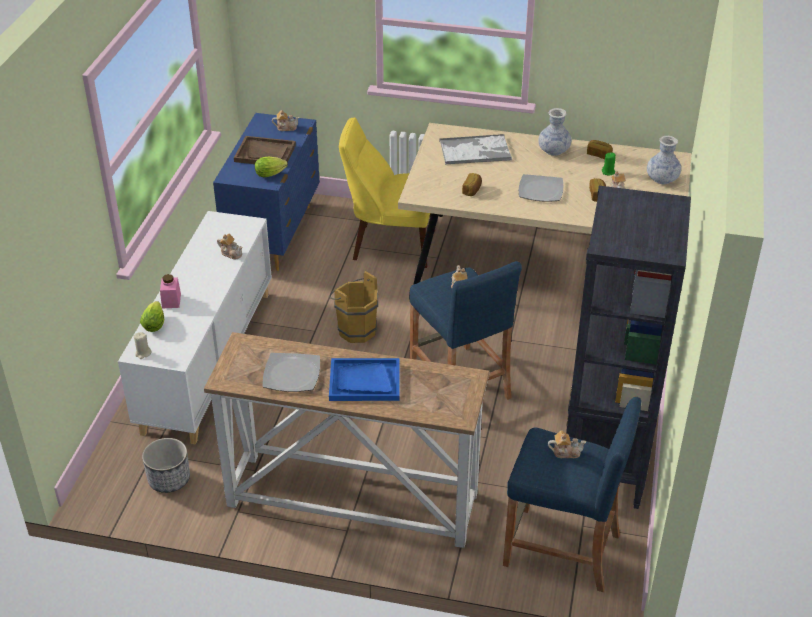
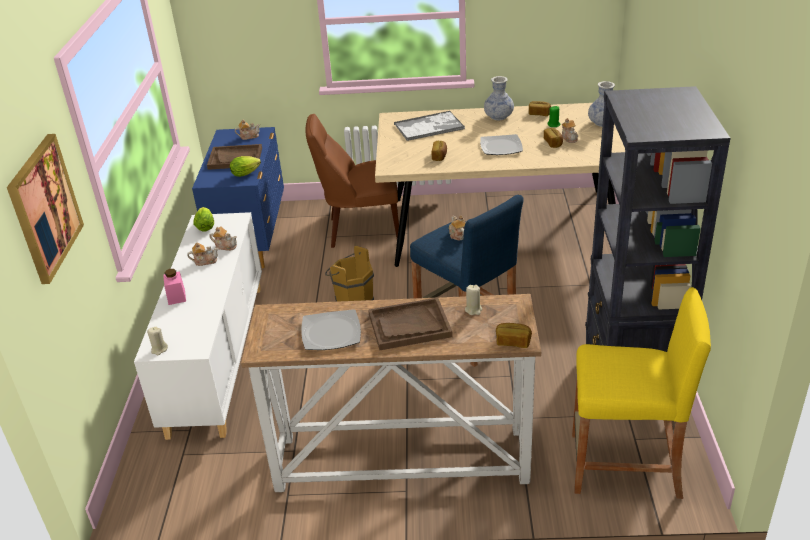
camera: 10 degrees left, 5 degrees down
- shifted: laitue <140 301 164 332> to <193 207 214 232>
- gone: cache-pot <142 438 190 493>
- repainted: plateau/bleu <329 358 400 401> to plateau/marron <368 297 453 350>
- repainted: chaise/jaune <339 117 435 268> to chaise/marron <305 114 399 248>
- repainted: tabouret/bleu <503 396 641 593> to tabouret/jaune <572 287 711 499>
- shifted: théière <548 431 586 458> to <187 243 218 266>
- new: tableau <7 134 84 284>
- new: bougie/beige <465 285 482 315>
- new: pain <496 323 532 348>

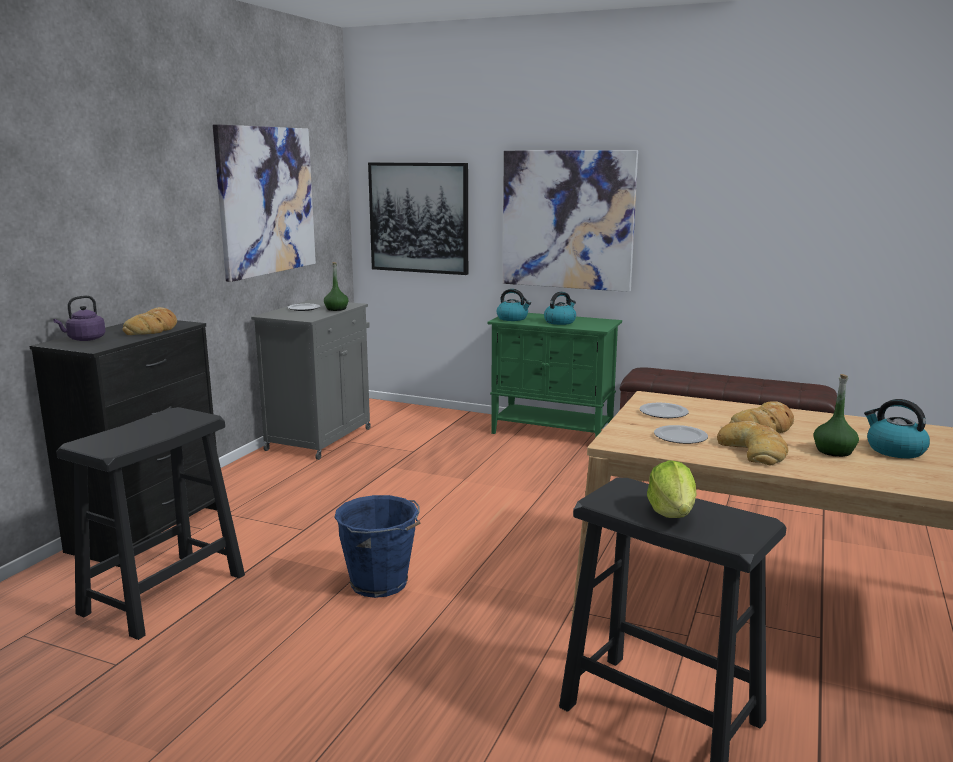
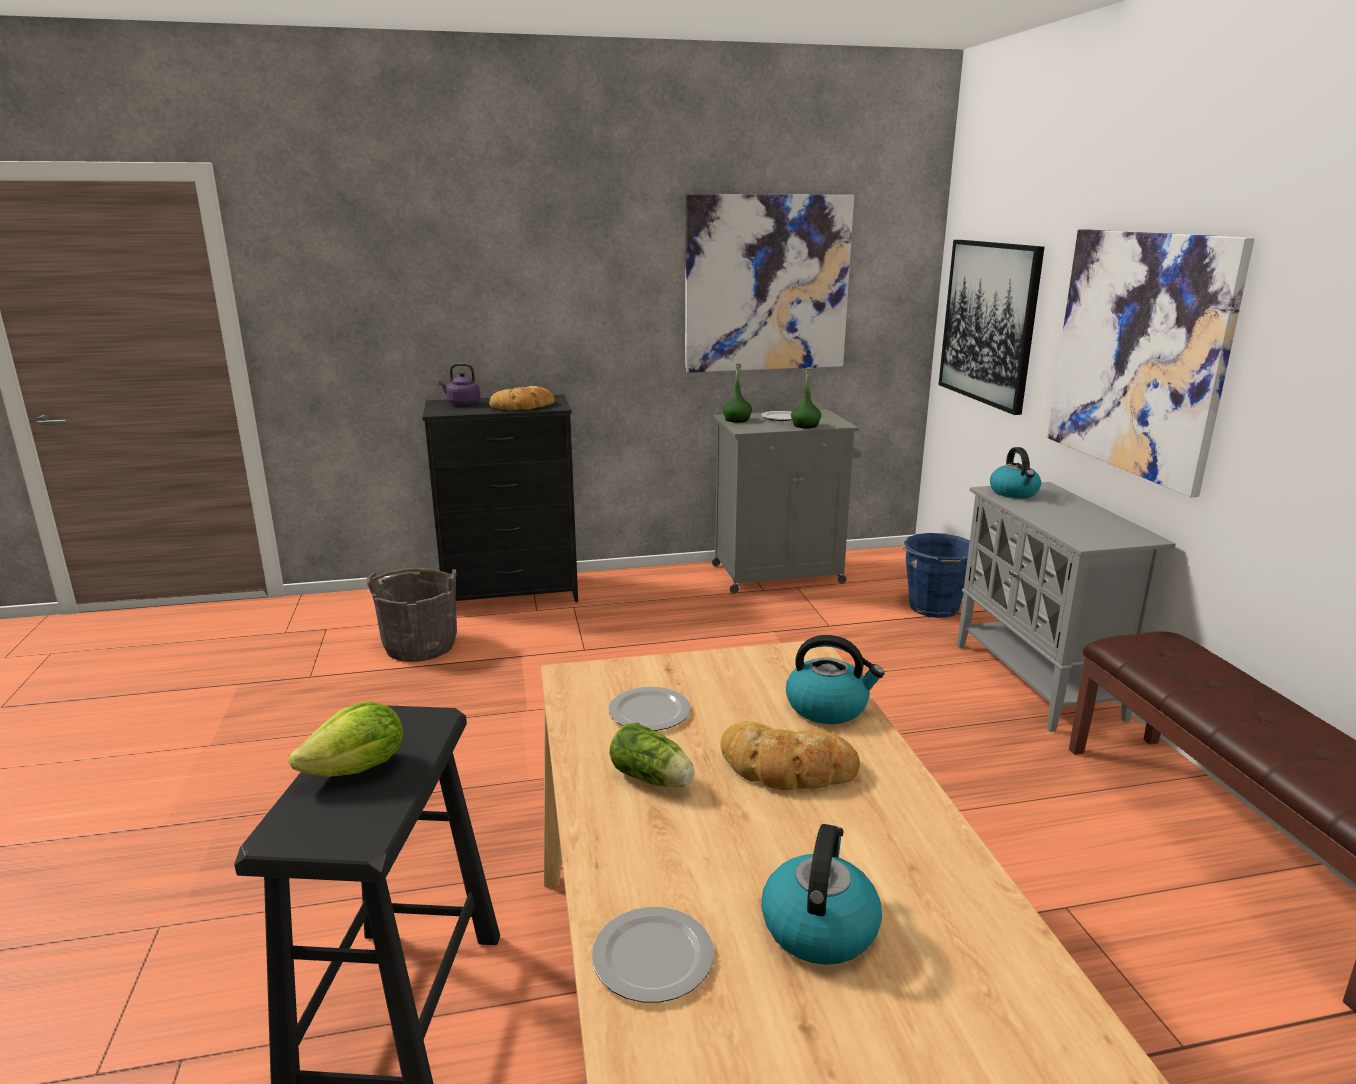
camera: 55 degrees right, 5 degrees up
- swapped: tabouret/noir <56 407 245 640> to seau/gris <367 568 457 662>
- shifted: seau/bleu <334 495 420 598> to <903 533 970 618>
- repainted: meuble de rangement/vert <488 313 622 438> to meuble de rangement/gris <957 482 1176 732>
- shifted: bouilloire <544 292 576 325> to <786 635 884 724>
- shifted: assiette <639 403 689 418> to <592 907 714 1003>
- swapped: pain <717 421 788 465> to laitue <610 723 695 787>
- shifted: bouteille/vert <813 374 859 457> to <722 363 752 423>

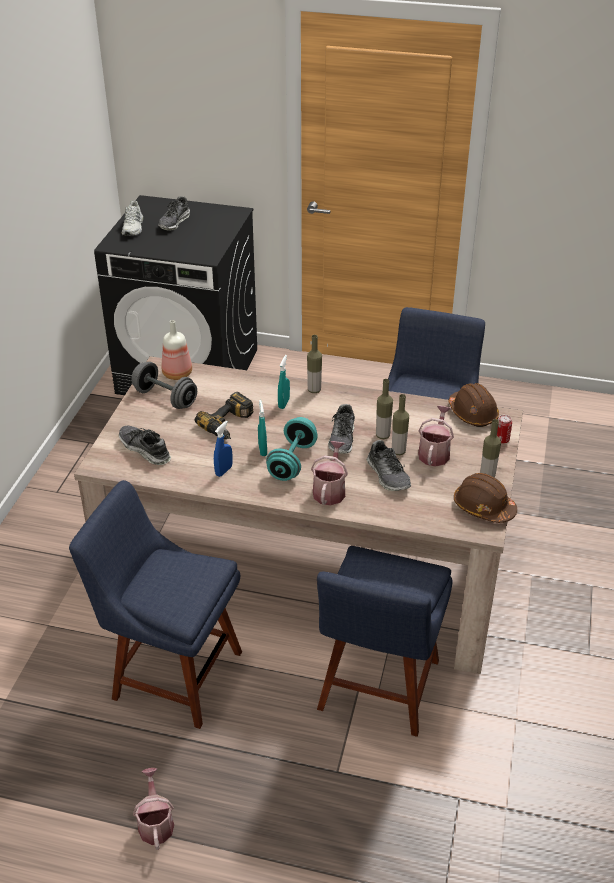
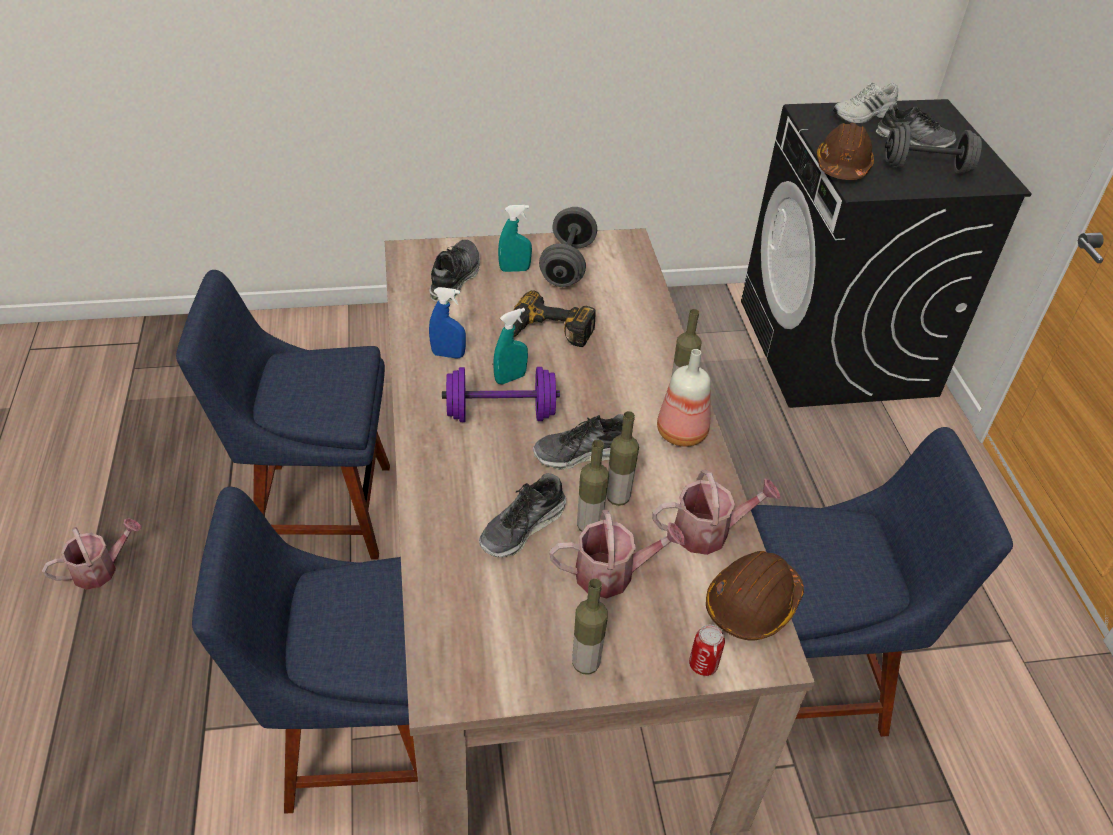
camera: 65 degrees right, 5 degrees up
- rotated: chaise/bleu <69 480 242 729> = <176 270 390 560> 90 degrees counterclockwise
- rotated: chaussure <158 196 190 230> = <876 104 956 148> 150 degrees counterclockwise
- shifted: bouteille <162 320 192 380> to <657 349 711 447>
- repainted: haltère/turquoise <266 417 318 481> to haltère/violet <442 367 560 422>
- shifted: vaporisateur/turquoise <278 355 290 409> to <498 205 532 272>
- shifted: arrosoir <311 441 348 506> to <652 470 781 555>
- shifted: casque de chantier/marron <454 473 517 523> to <817 123 874 180>
- new: haltère/gris <885 124 982 175>

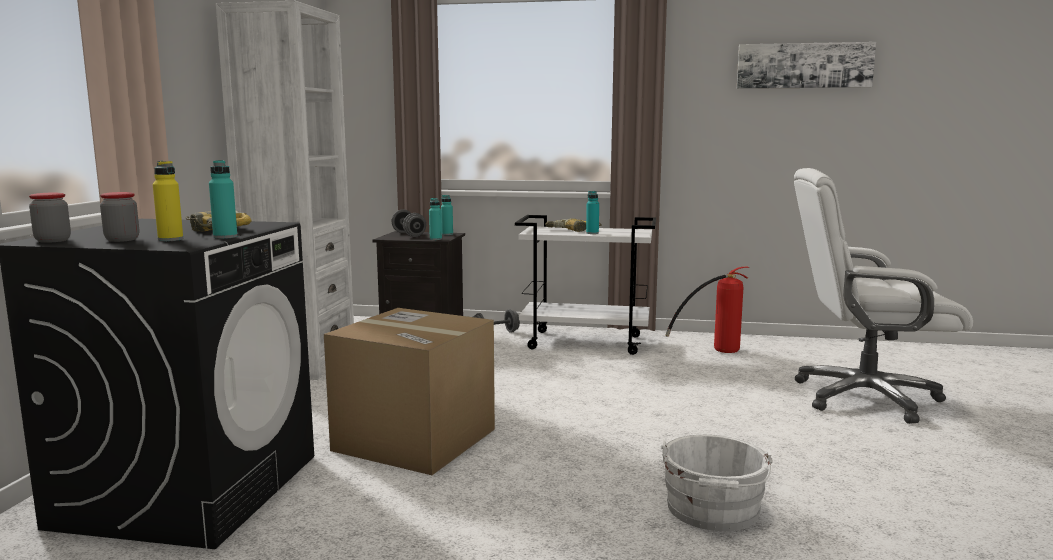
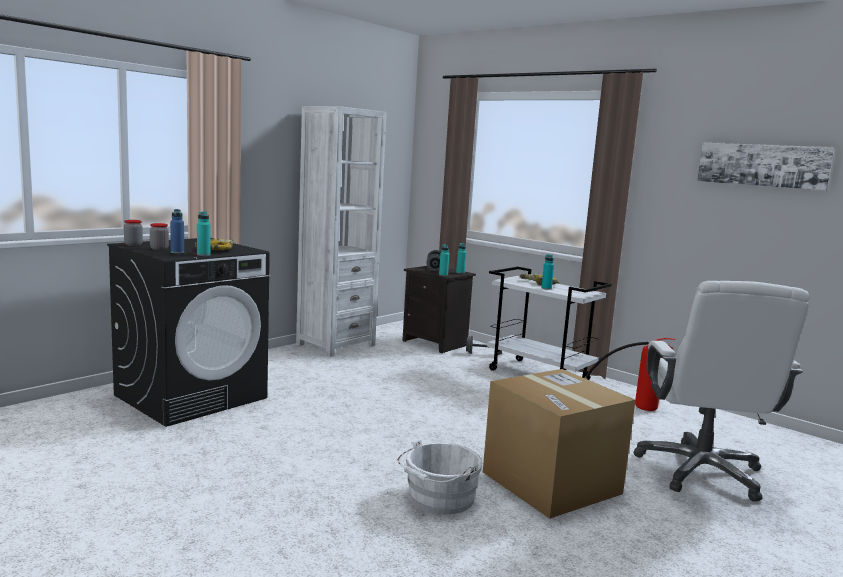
camera: 30 degrees right, 0 degrees up
- repainted: bouteille/jaune <153 161 183 241> to bouteille/bleu <170 209 184 254>
- shifted: carton <324 308 495 475> to <483 369 635 519>
- rotated: chaise de bureau/blanc <794 168 973 424> = <634 281 809 502> 120 degrees counterclockwise

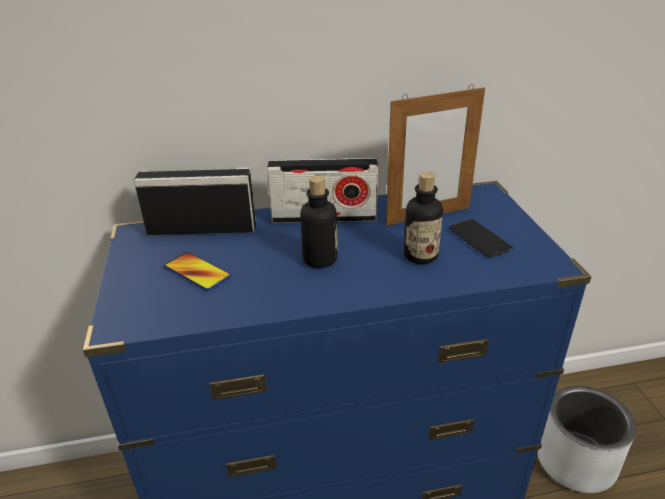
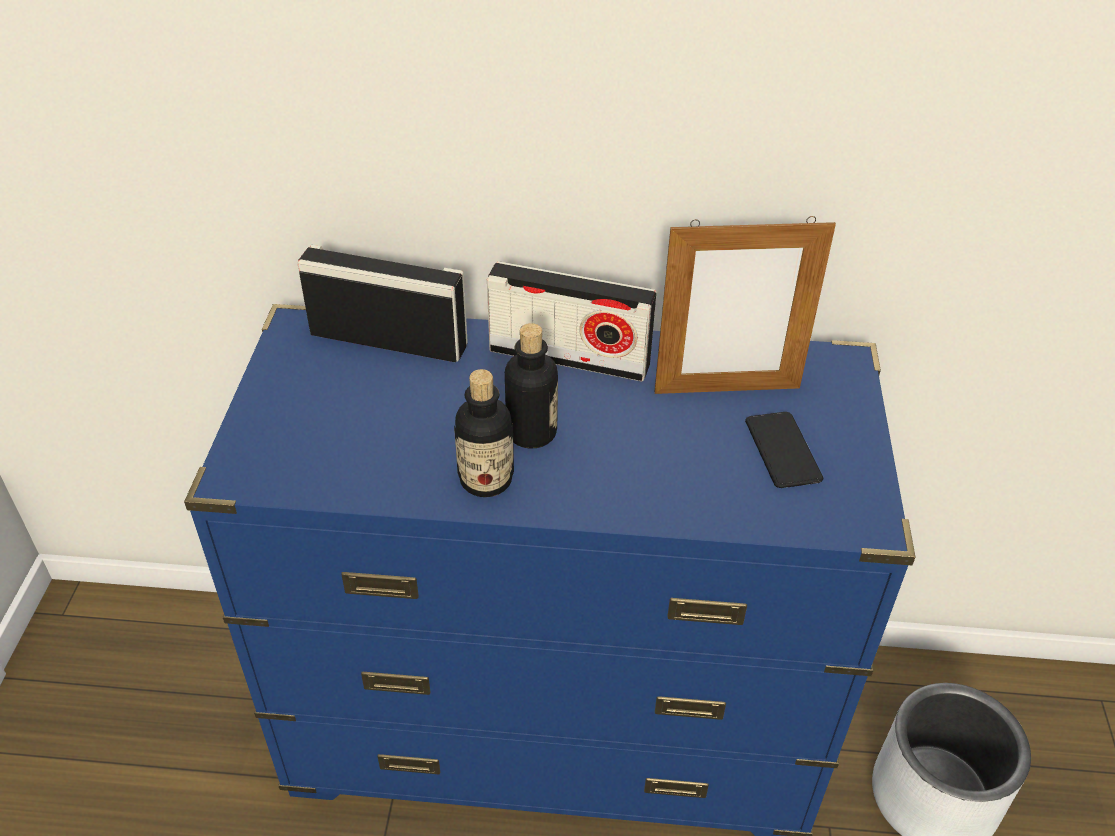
camera: 15 degrees right, 10 degrees up
- gone: téléphone <164 252 231 291>
- shifted: bouteille <404 172 443 264> to <454 369 514 497>

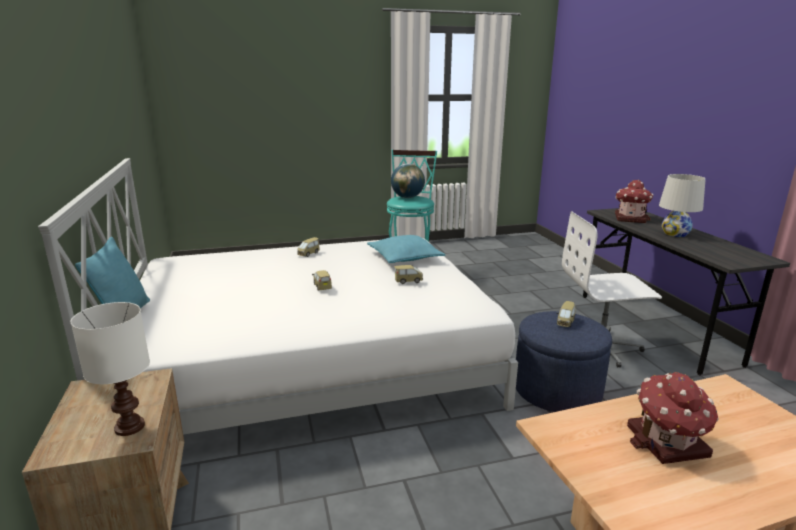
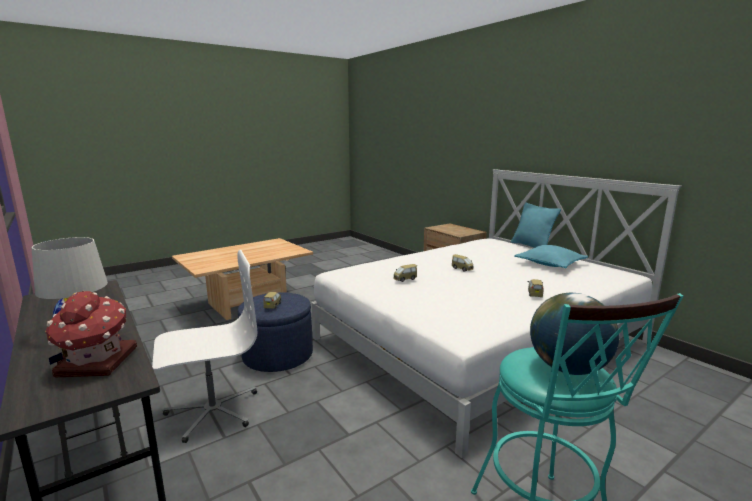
camera: 160 degrees right, 5 degrees down
- gone: lampe de table/blanc <71 302 150 436>
- shifted: coussin/turquoise <367 235 445 263> to <514 245 588 268>
- gone: maison miniature <627 372 719 464>

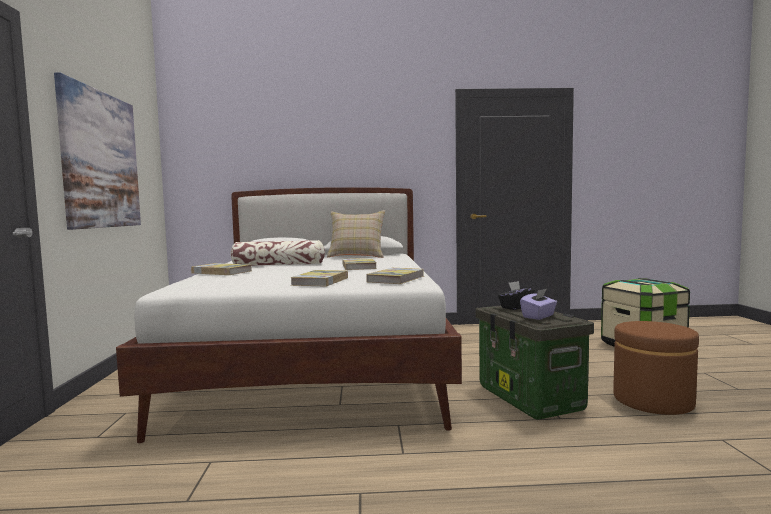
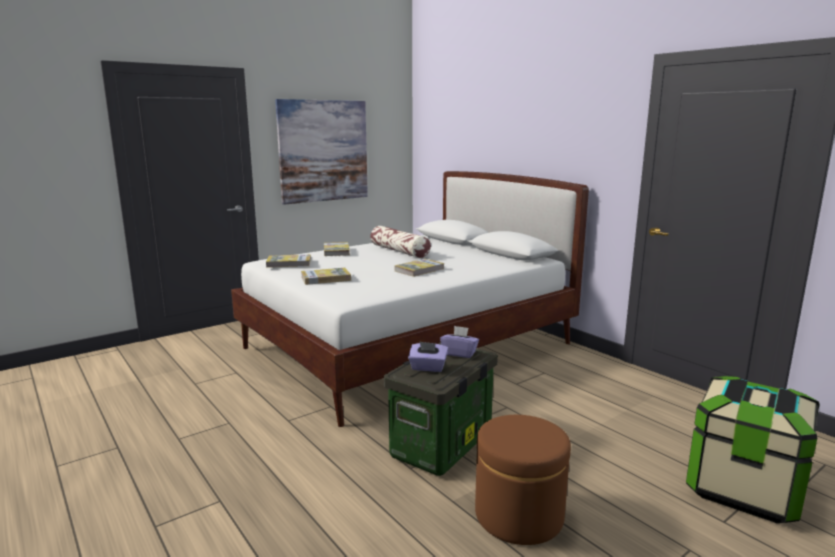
camera: 55 degrees right, 10 degrees up
- gone: coussin/beige <327 210 385 258>
- shifted: livre <366 268 424 284> to <266 254 311 268>
- repainted: boîte à mouchoirs/noir <498 281 535 310> to boîte à mouchoirs/violet <440 326 479 358>

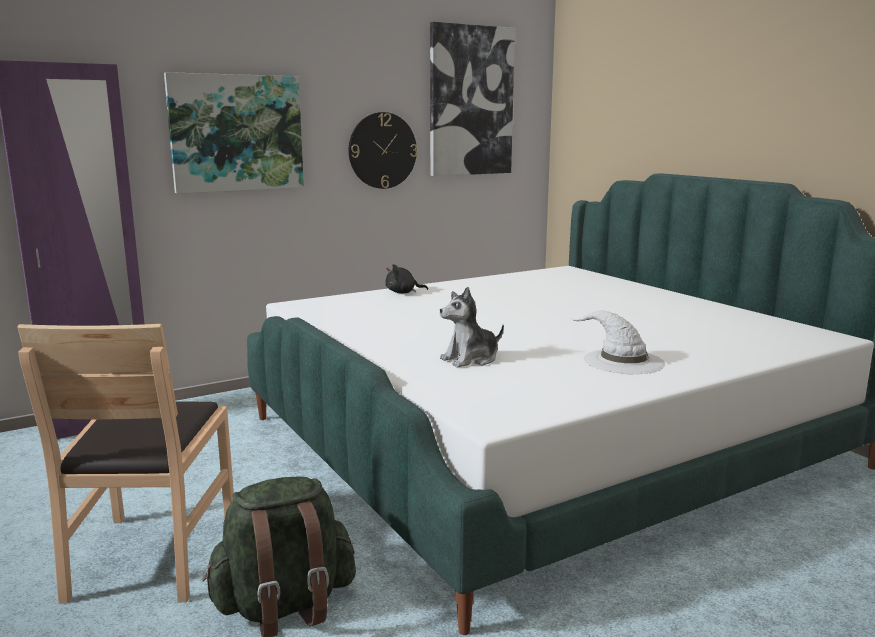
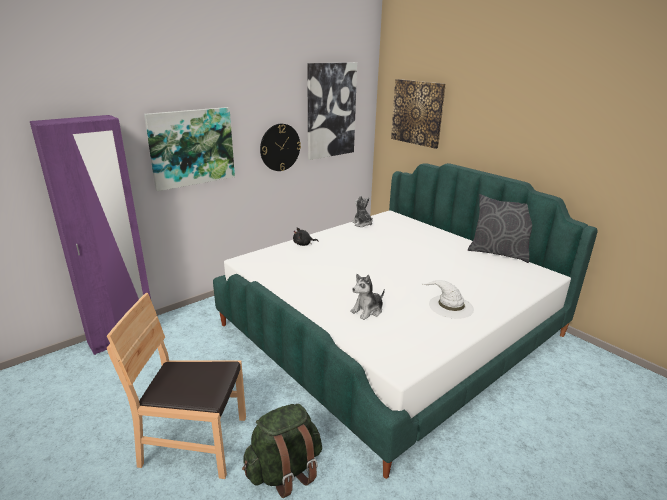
camera: 10 degrees left, 10 degrees up
- rotated: chaise/marron <17 324 234 603> = <107 293 246 479> 105 degrees clockwise
- new: peluche <351 195 373 227>
- new: tableau <391 79 446 149>
- new: coussin/gris <468 194 532 263>

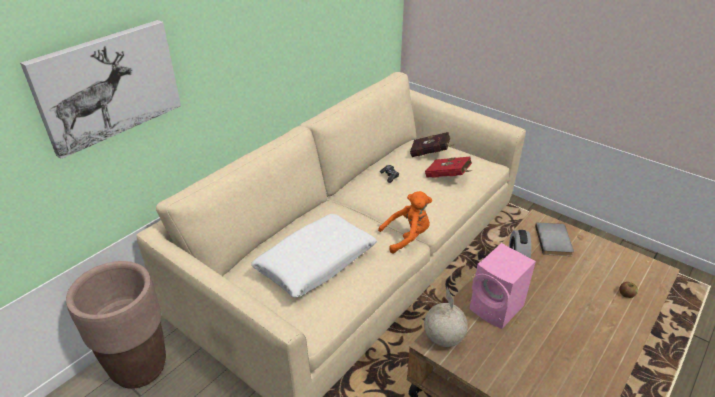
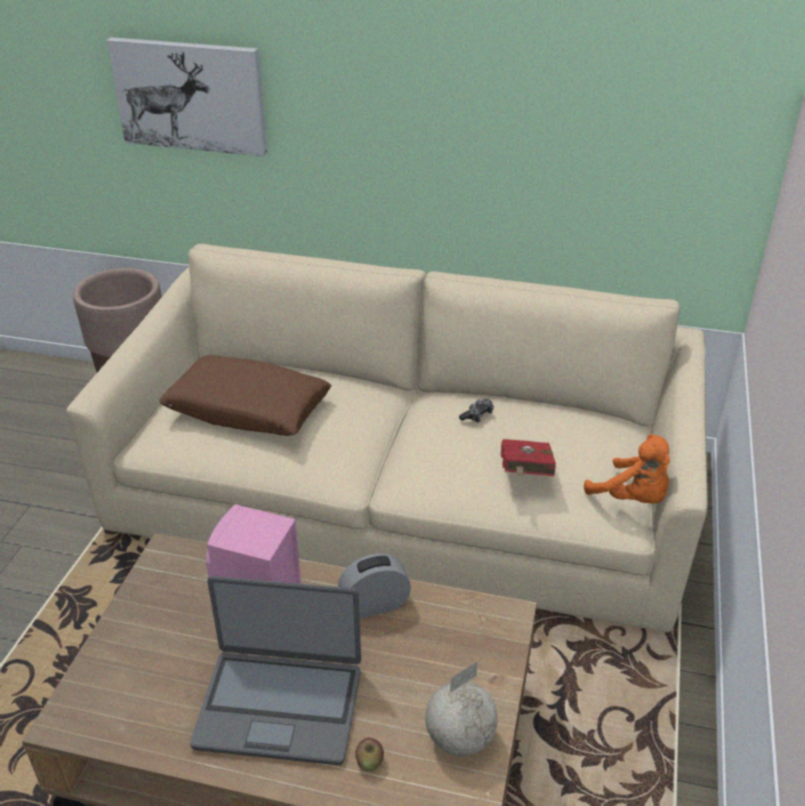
camera: 65 degrees right, 0 degrees up
- repainted: coussin/blanc <251 214 377 298> to coussin/marron <159 355 331 436>
- shifted: peluche/orange <378 191 432 253> to <584 434 670 503>
- gone: livre/rouge <410 132 455 157>
- shifted: globe <424 287 468 347> to <425 661 498 756>
- gone: livre/gris <535 223 574 256>
- new: ordinateur portable <190 576 361 765>

